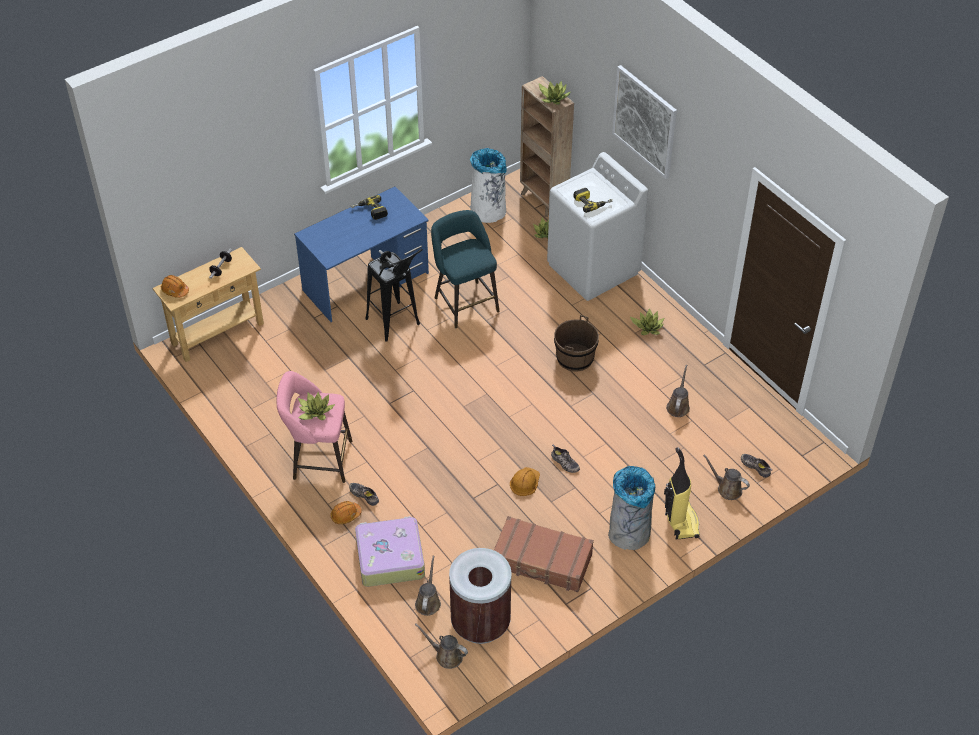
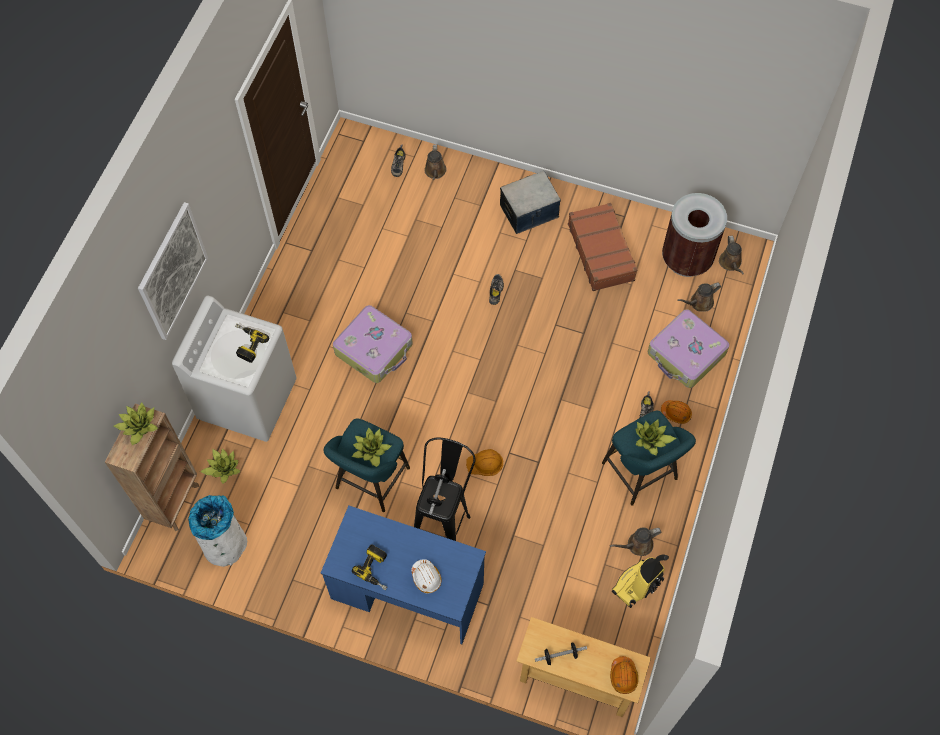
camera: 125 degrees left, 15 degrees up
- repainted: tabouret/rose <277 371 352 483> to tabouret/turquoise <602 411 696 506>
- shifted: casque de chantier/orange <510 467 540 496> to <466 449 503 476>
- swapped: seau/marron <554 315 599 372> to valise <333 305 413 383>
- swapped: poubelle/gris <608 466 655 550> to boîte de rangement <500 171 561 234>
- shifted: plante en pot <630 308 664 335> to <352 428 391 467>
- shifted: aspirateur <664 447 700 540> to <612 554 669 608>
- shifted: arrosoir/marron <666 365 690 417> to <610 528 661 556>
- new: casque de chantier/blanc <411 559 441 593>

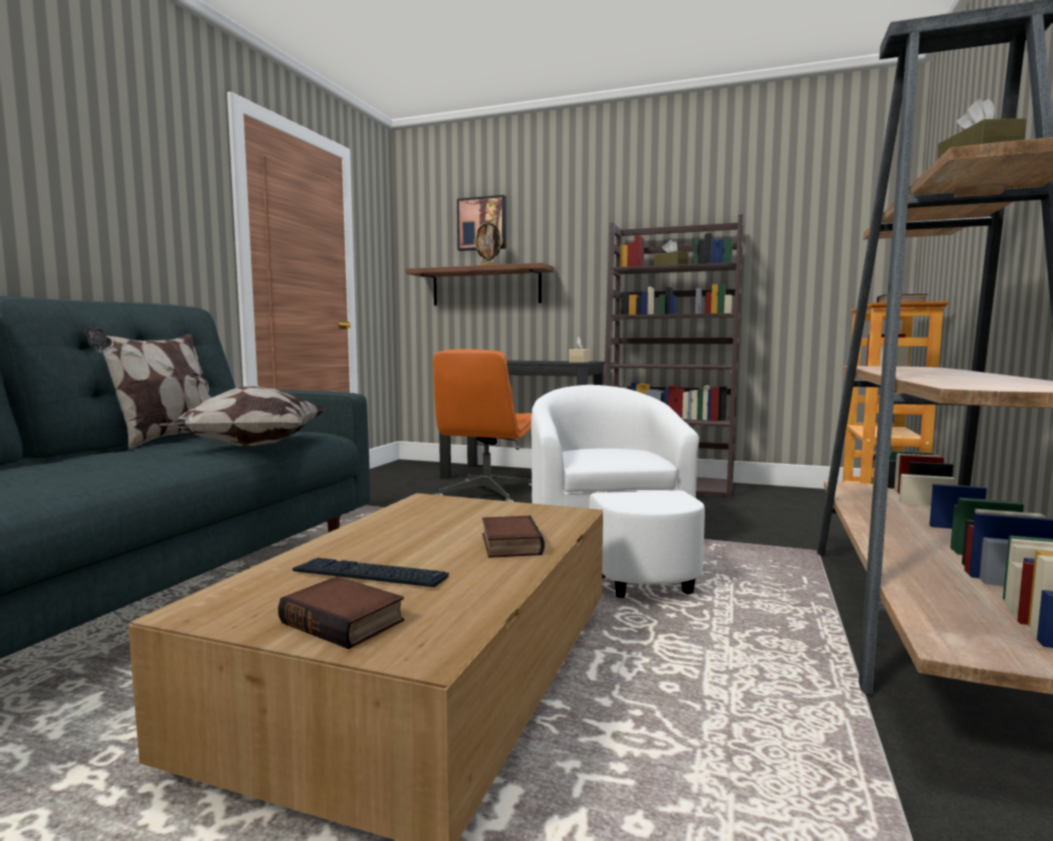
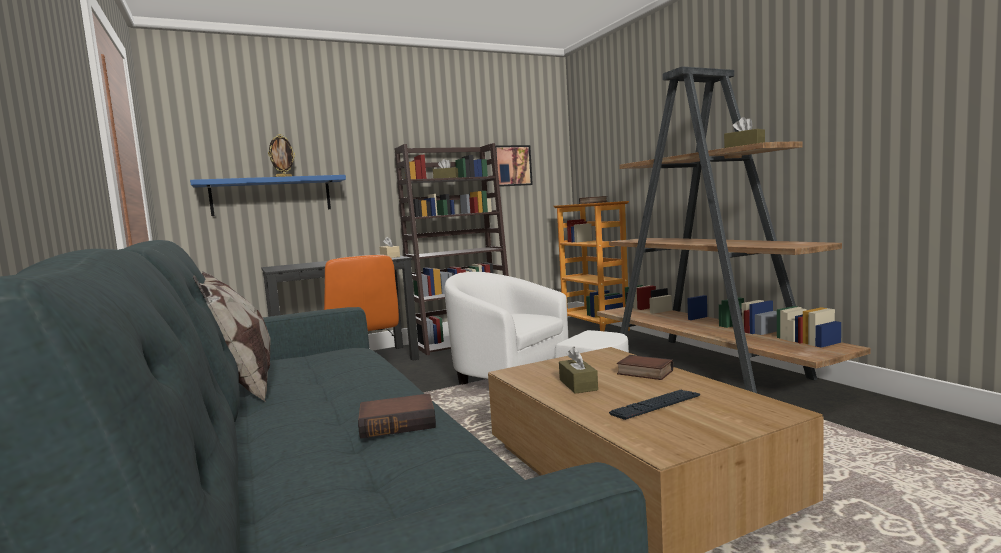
camera: 45 degrees left, 0 degrees up
- gone: coussin <156 386 325 446>
- shifted: livre <278 576 404 649> to <358 393 436 439>
- repainted: étagère/marron <406 262 554 306> to étagère/bleu <190 175 346 216>
- shifted: tableau <457 195 506 251> to <495 145 533 187>
- new: boîte à mouchoirs/marron <559 347 598 394>

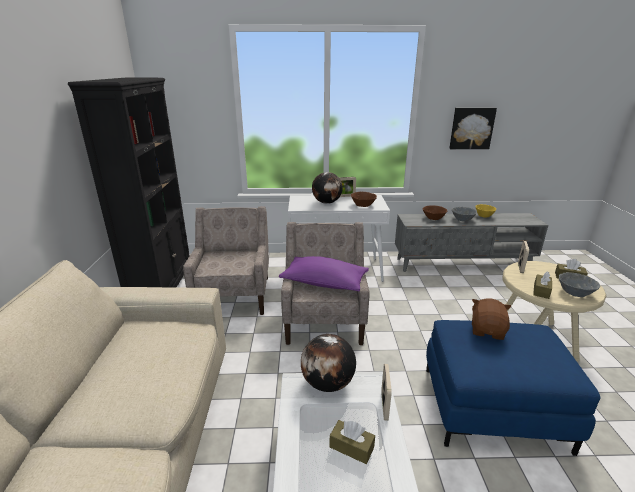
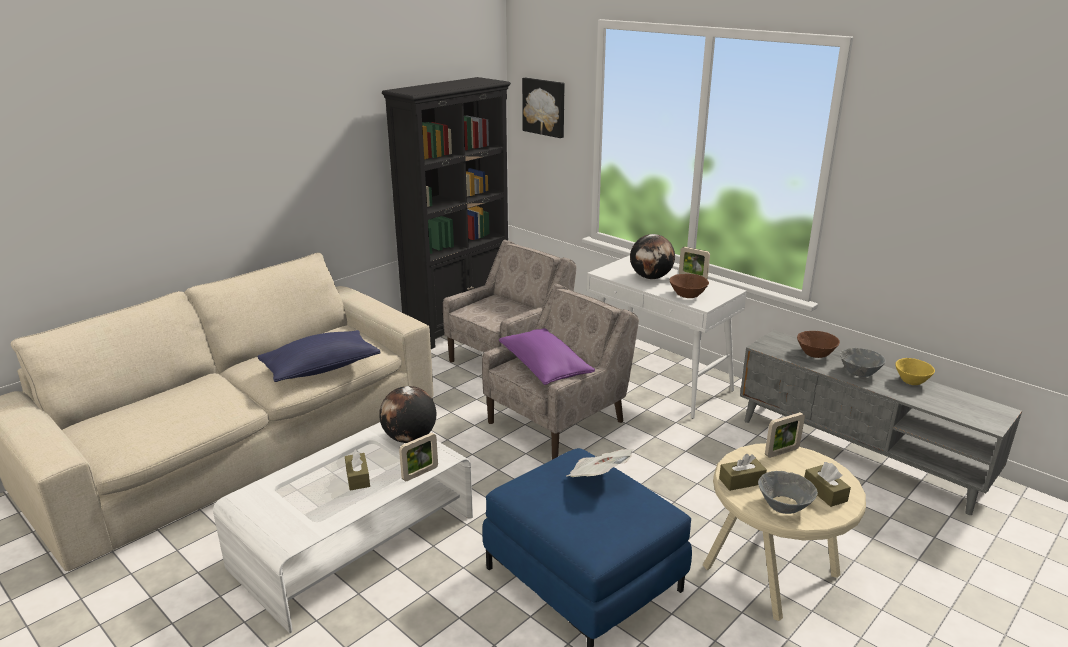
camera: 45 degrees right, 0 degrees up
- shifted: tableau <449 108 497 149> to <522 77 565 138>
- swapped: peluche/marron <472 298 511 340> to journal <566 449 634 477>
- new: coussin/bleu <257 330 381 382>

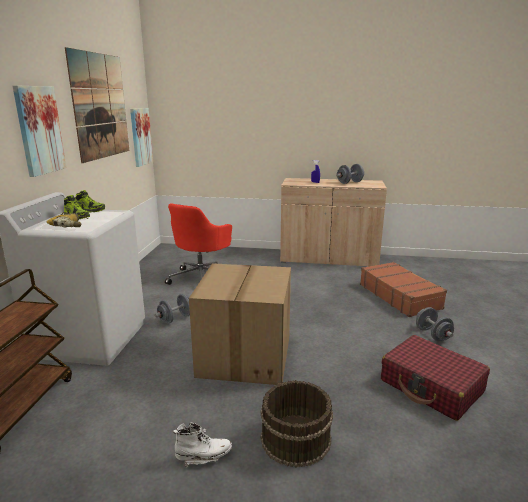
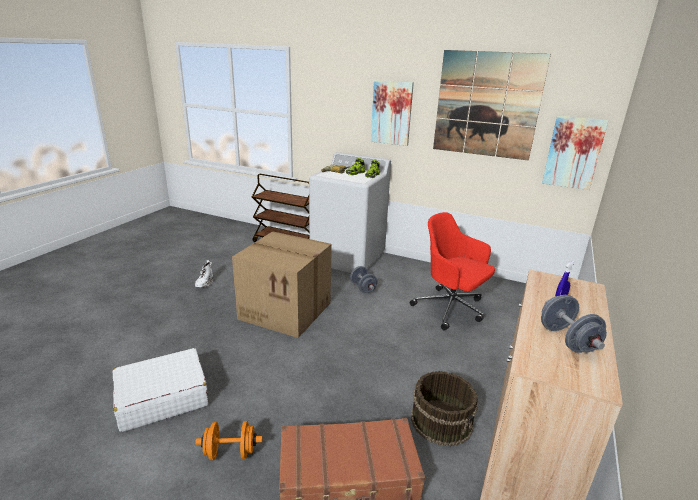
camera: 105 degrees right, 5 degrees up
- shifted: seau/marron <260 380 333 468> to <411 371 478 447>
- repainted: valise/rouge <381 335 490 421> to valise/blanc <112 348 208 432>
- repainted: haltère/gris <416 307 454 341> to haltère/orange <195 421 262 460>

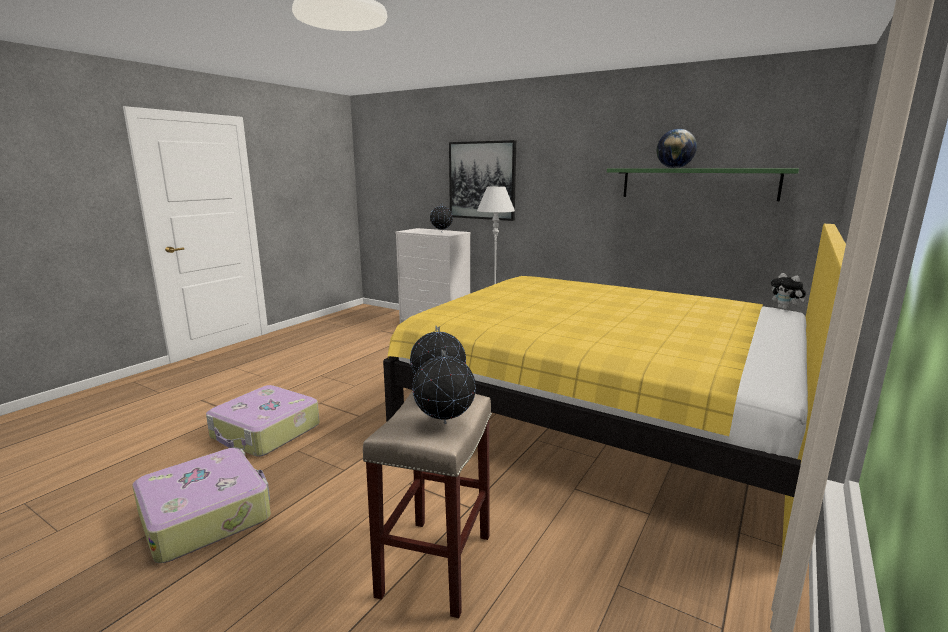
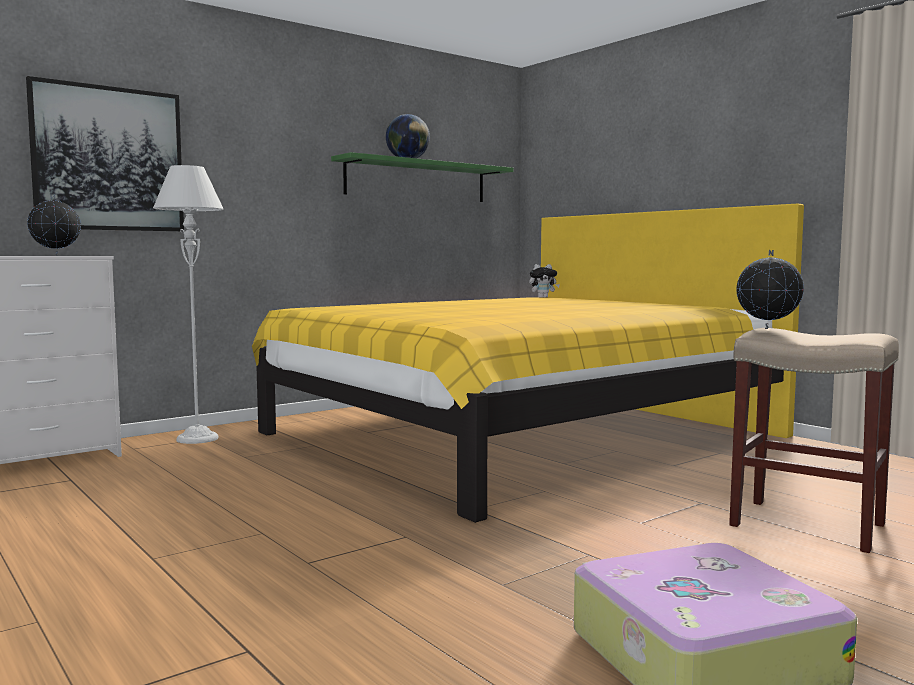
camera: 70 degrees left, 10 degrees down
- gone: valise <206 385 320 457>
- gone: globe <412 350 476 424>

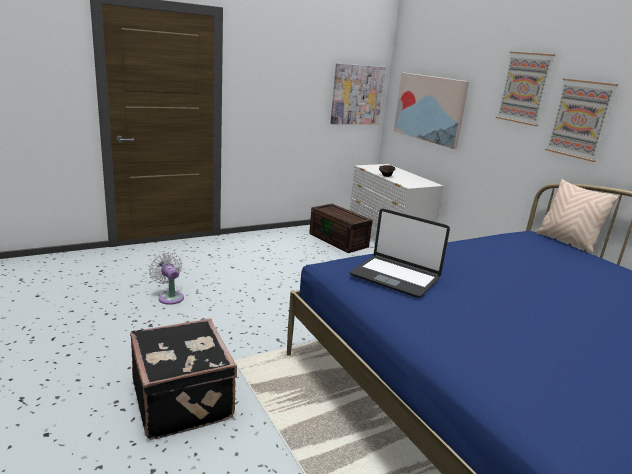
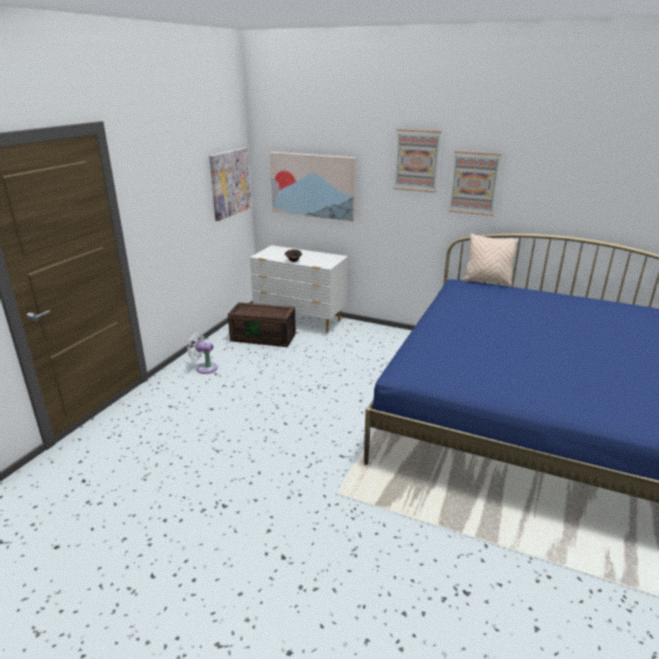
camera: 35 degrees left, 5 degrees up
- gone: valise/noir <130 318 237 440>
- shifted: ventilateur/blanc <149 252 184 305> to <187 332 218 374>
- gone: ordinateur portable <350 209 450 298>

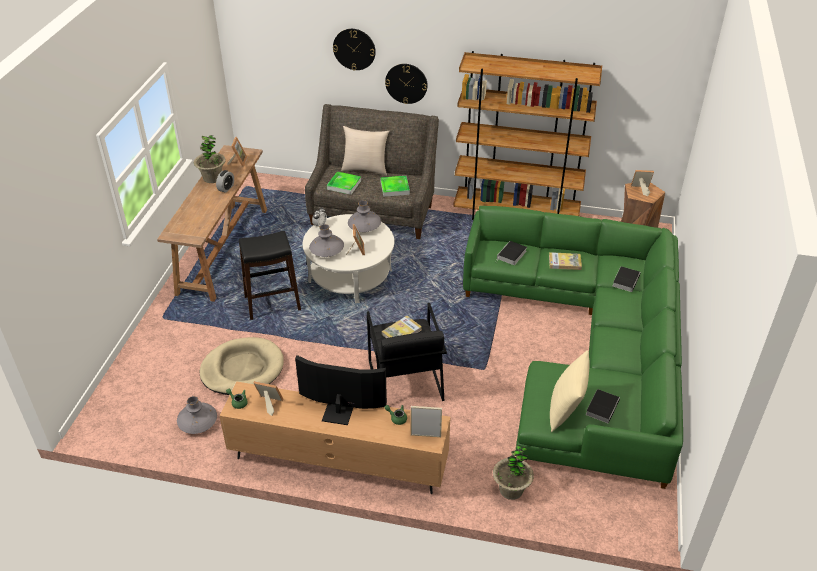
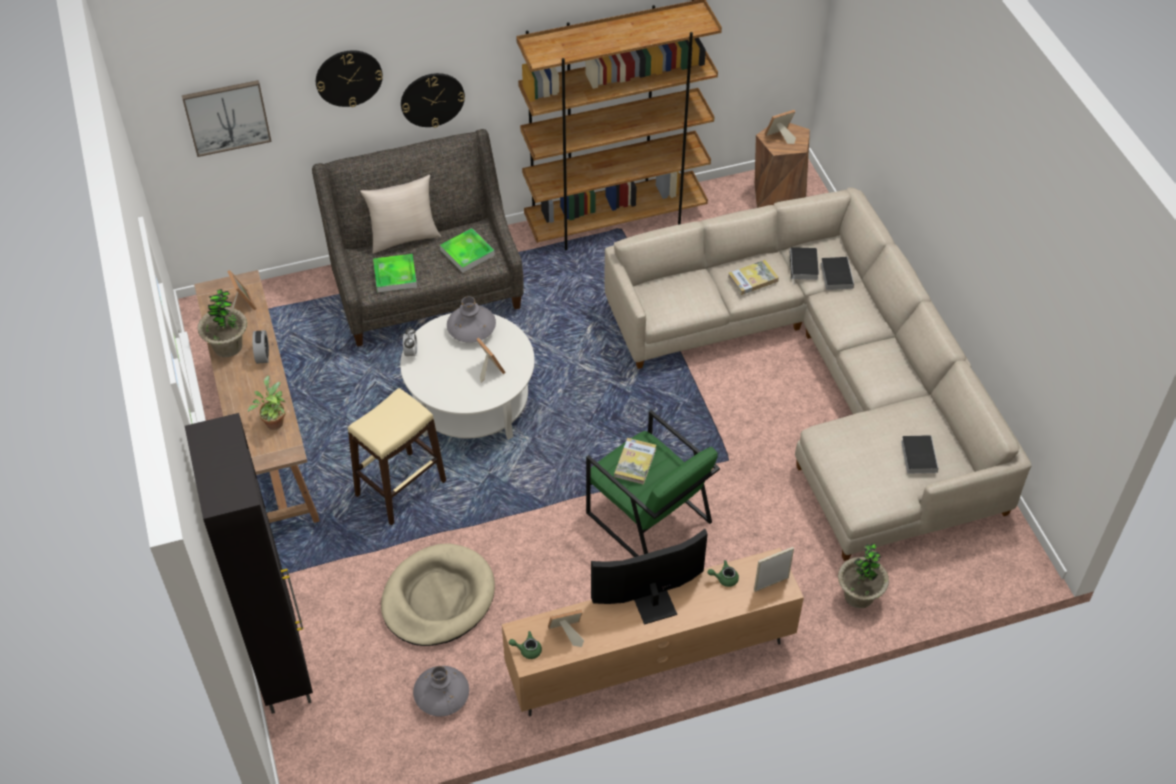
camera: 30 degrees left, 10 degrees up
- repainted: tabouret/noir <239 231 301 320> to tabouret/beige <348 388 446 526>
- gone: vase/gris <309 224 344 257>
- repainted: fauteuil/noir <367 303 447 401> to fauteuil/vert <586 410 720 557>
- repainted: canapé/vert <463 206 683 489> to canapé/beige <604 188 1032 561>
- shifted: livre <496 241 527 265> to <790 247 819 280>
- gone: coussin/beige <550 350 590 432>
- new: tableau <182 80 272 157>
- new: meuble de rangement/noir <185 413 313 714>
- new: plante en pot <248 376 285 430>

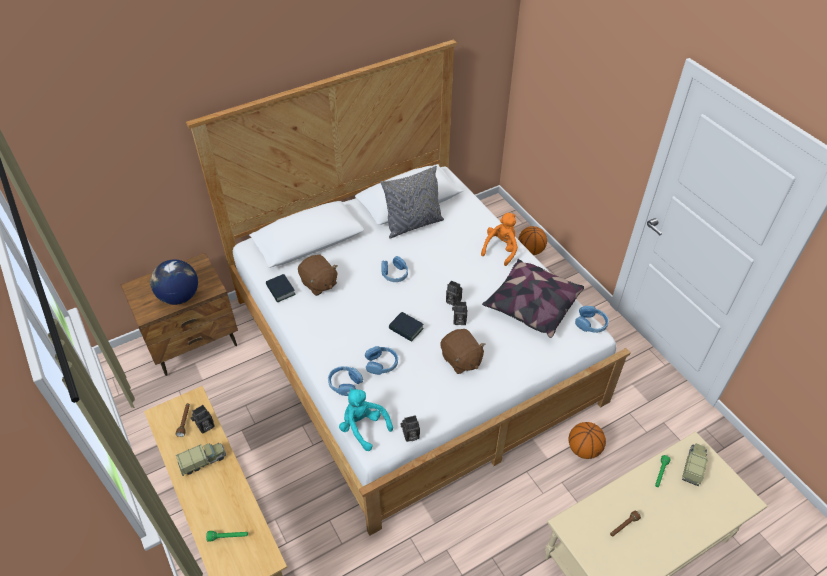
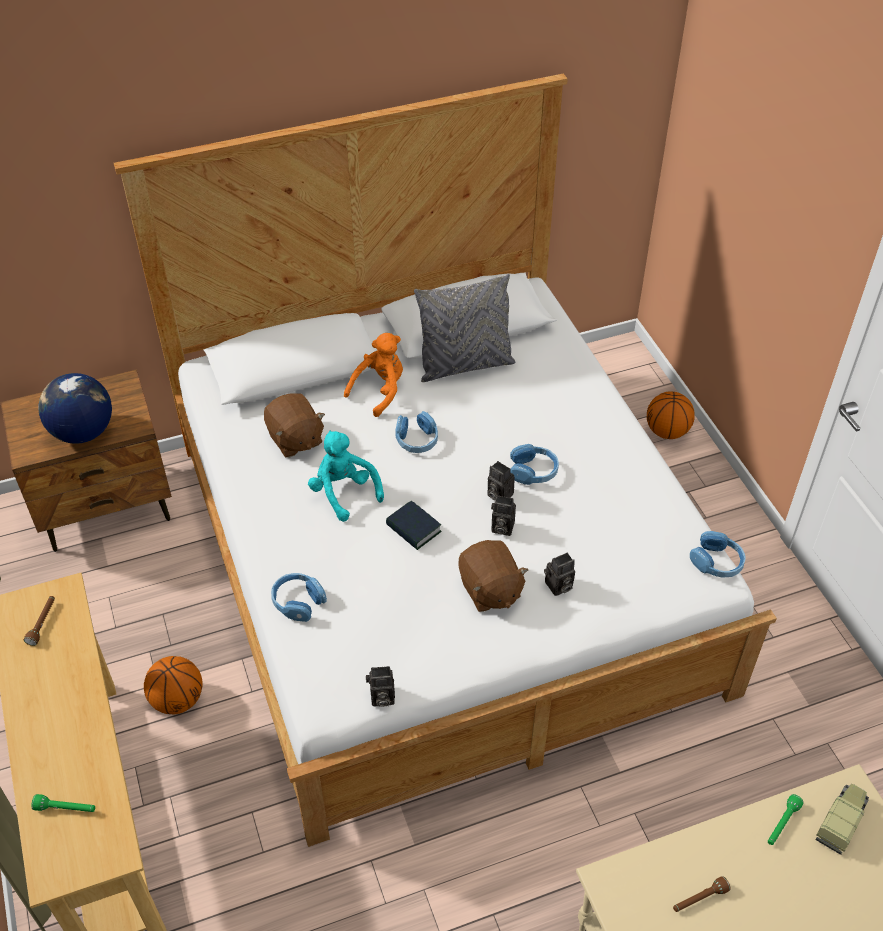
camera: 10 degrees right, 0 degrees up
- gone: camion jouet <176 443 226 476>
- shifted: appareil photo <191 405 215 434> to <544 553 575 596>
- gone: livre <266 274 296 302>
- shifted: peluche/turquoise <339 388 393 451> to <308 430 384 522>
- shifted: casque audio/bleu <365 346 398 375> to <510 444 559 485>
- shifted: peluche/orange <481 213 518 266> to <344 333 403 417>
- gone: coussin <482 259 584 338>
- shifted: ballon de basket <569 422 606 459> to <144 656 203 714>

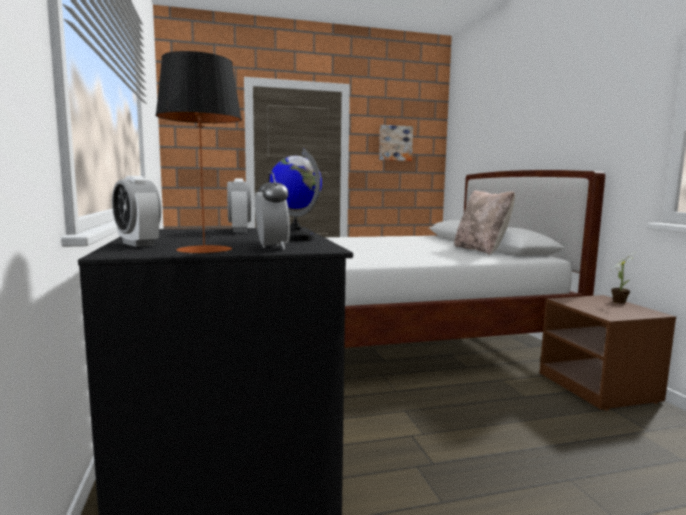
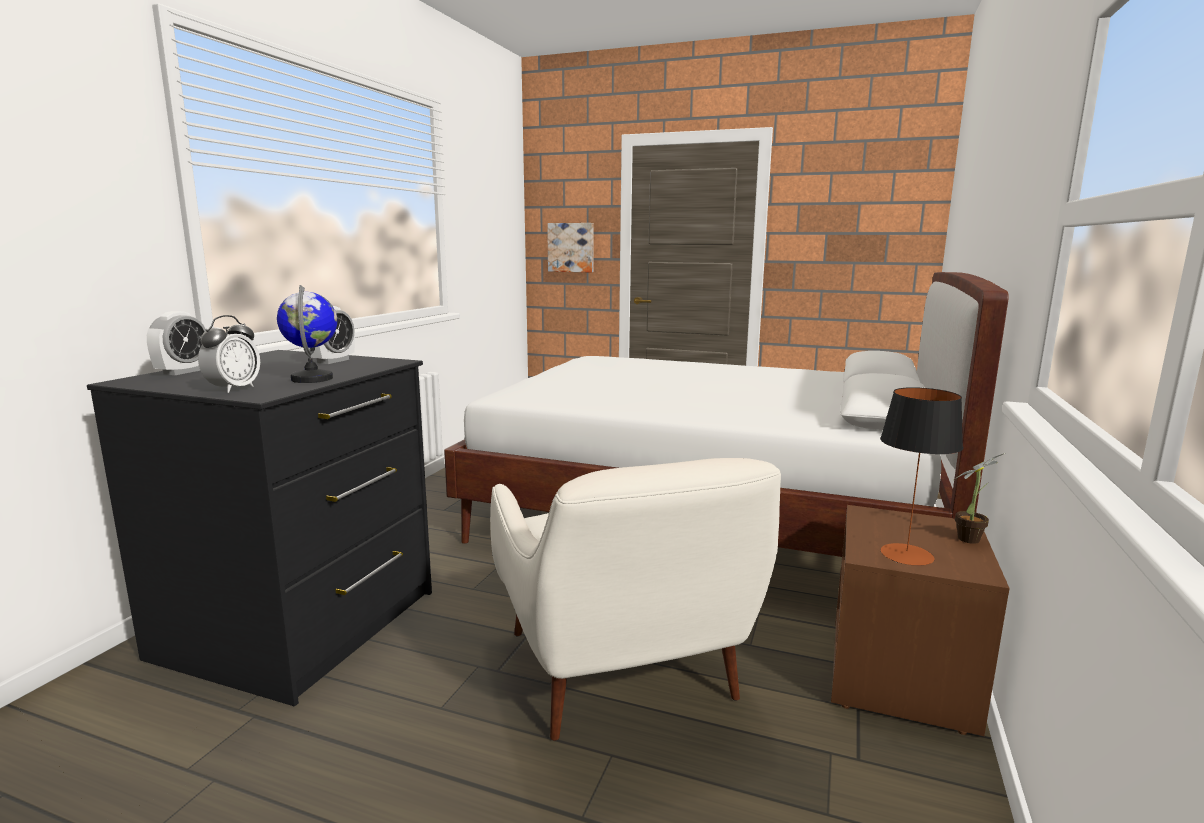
camera: 35 degrees right, 5 degrees up
- rotated: réveil <112 176 161 247> = <147 311 206 375> 150 degrees counterclockwise
- shifted: lampe de table <155 51 242 254> to <880 387 963 566>
- shifted: tableau <379 125 413 161> to <547 223 594 273>
- gone: coussin/beige <454 190 515 255>
- new: fauteuil/blanc <490 458 781 741>

